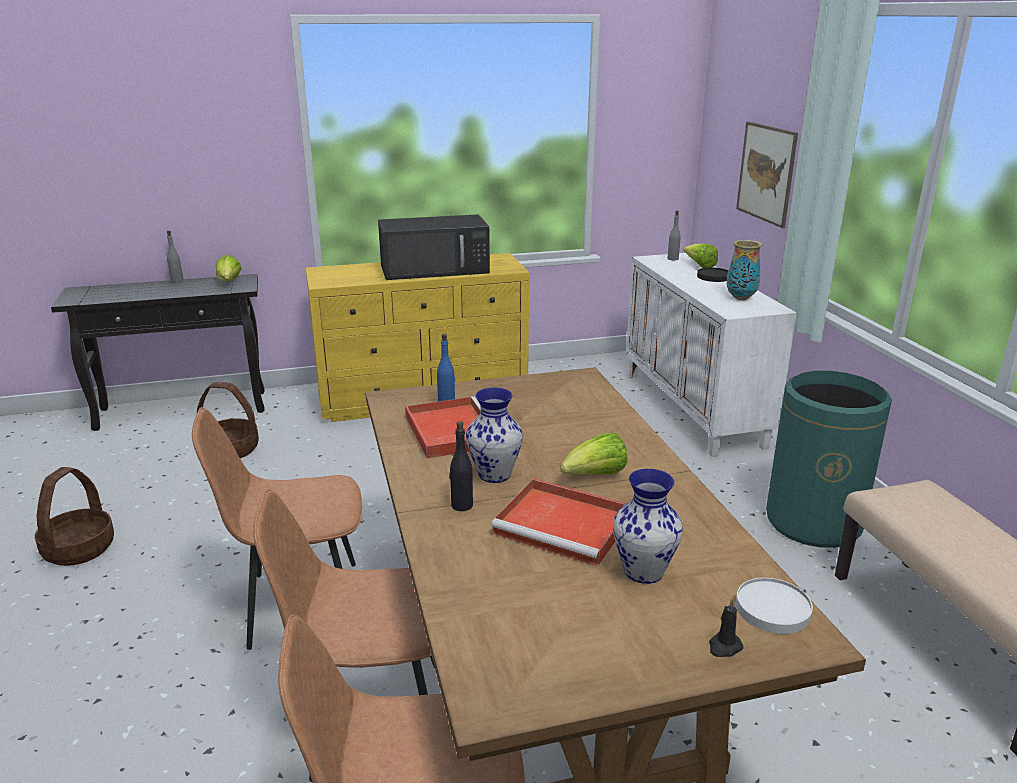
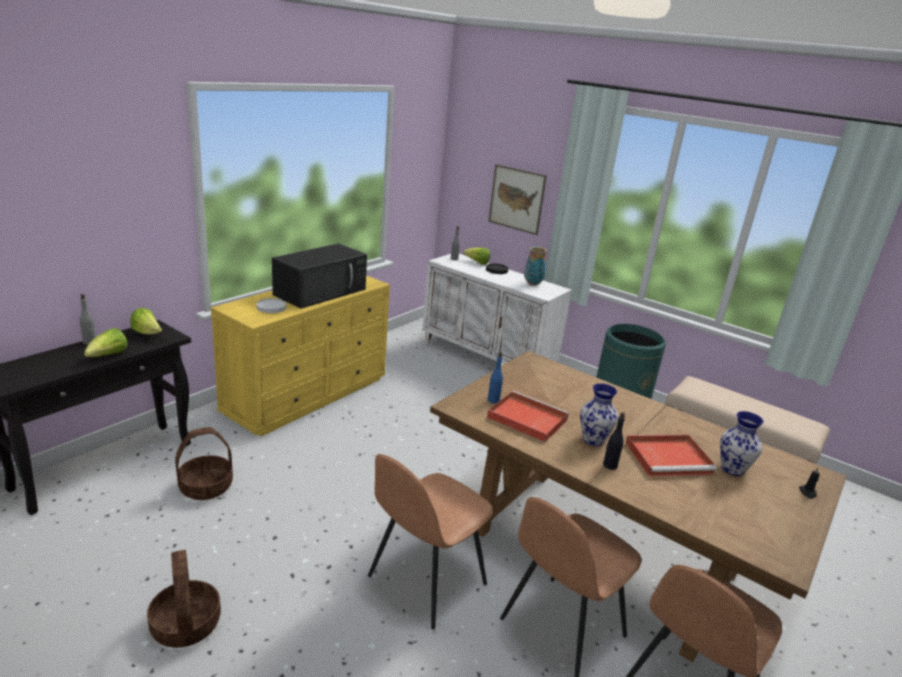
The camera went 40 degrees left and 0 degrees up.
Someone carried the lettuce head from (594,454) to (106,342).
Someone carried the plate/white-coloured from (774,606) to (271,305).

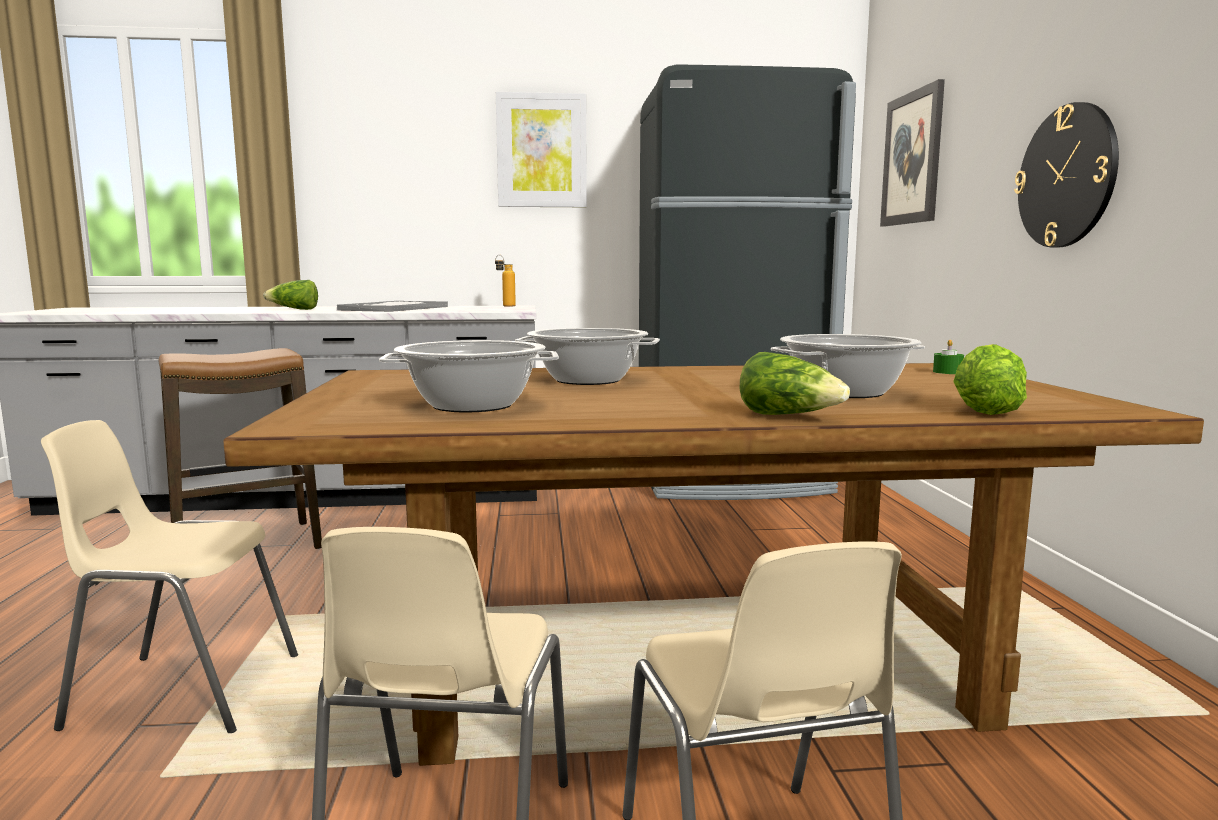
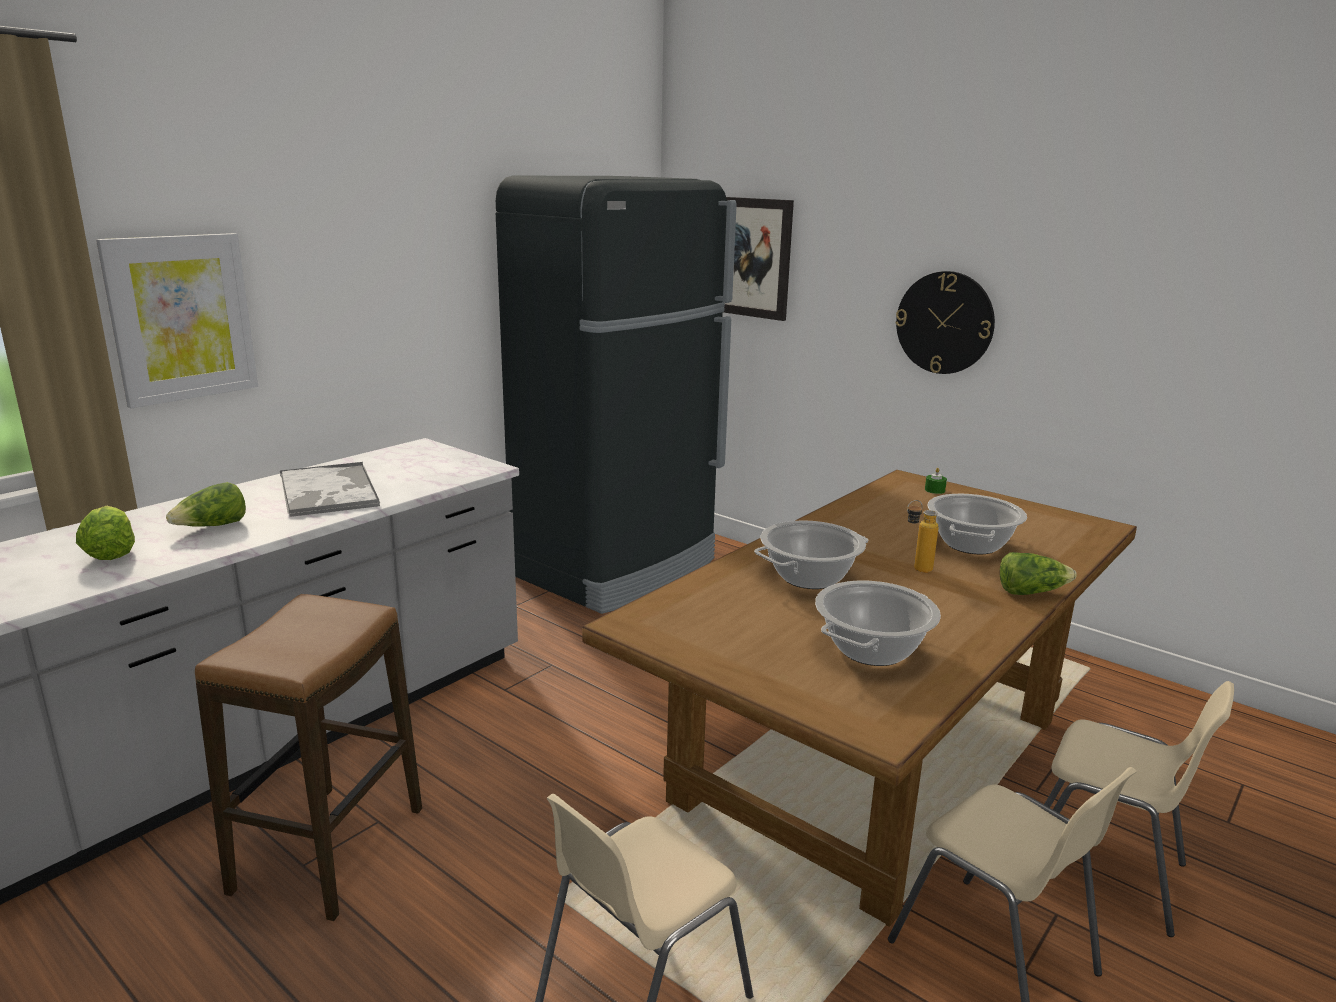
The camera went 45 degrees left and 10 degrees up.
Someone carried the drink bottle from (505,281) to (923,536).
Someone carried the wall art from (541,149) to (177,320).
Someone carried the lettuce head from (990,379) to (105,533).

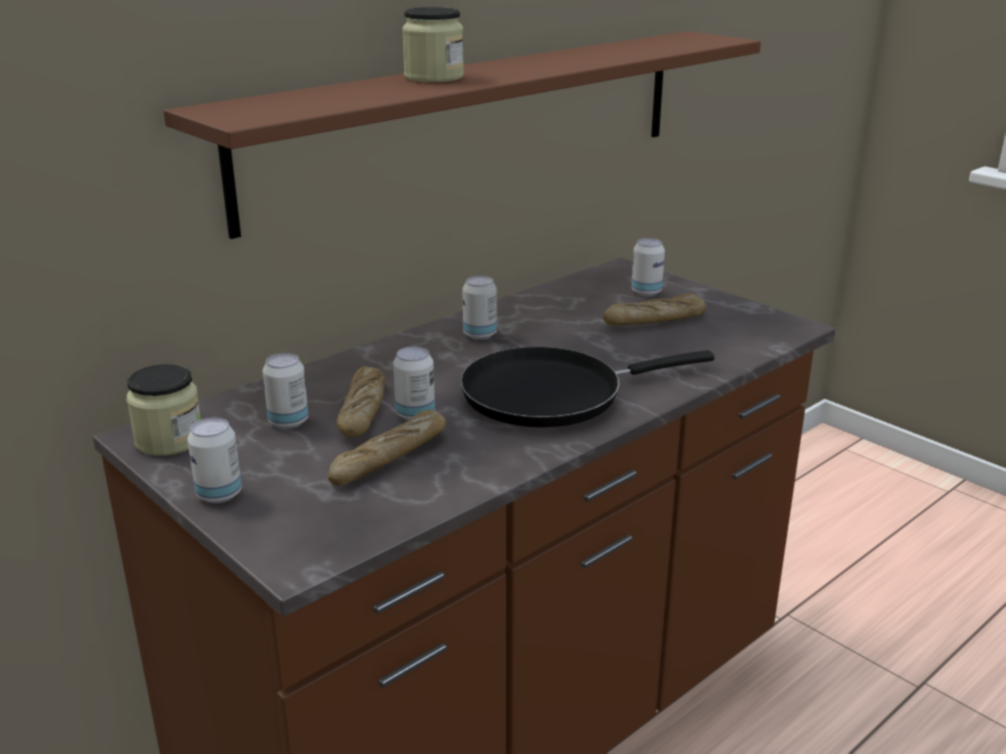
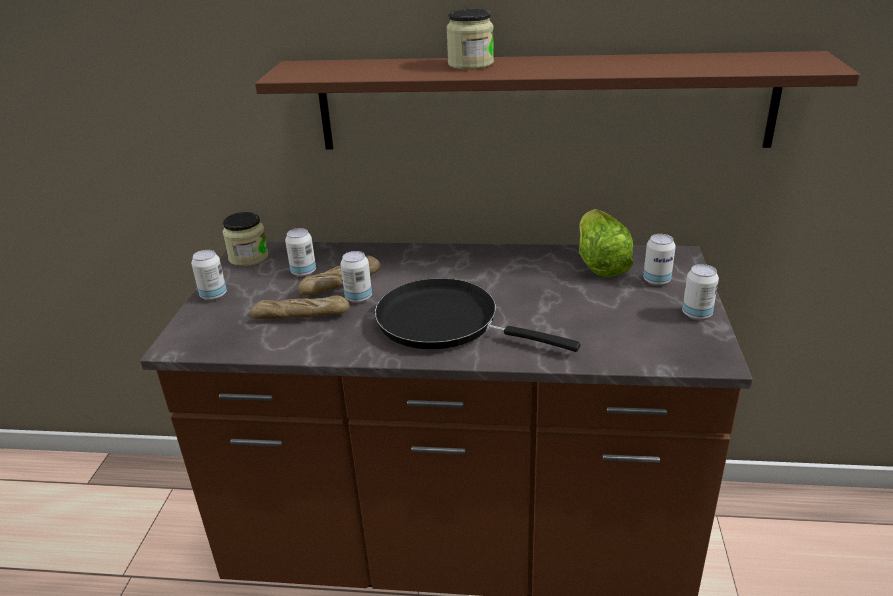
The camera went 50 degrees right and 5 degrees up.
Someone took away the bread at (655,309).
Someone put down the lettuce head at (606,243).
Someone carried the can from (479,308) to (700,292).

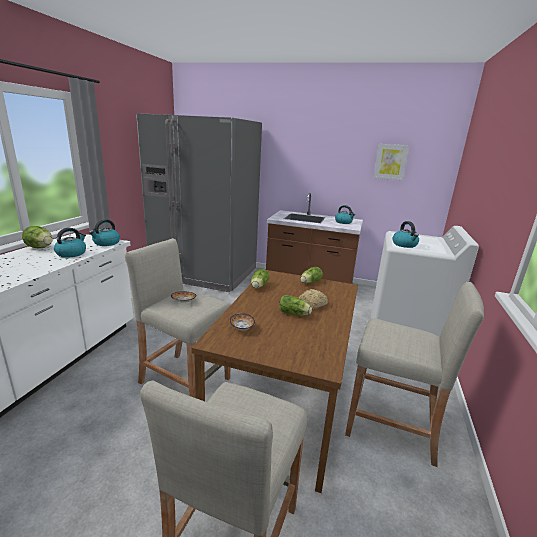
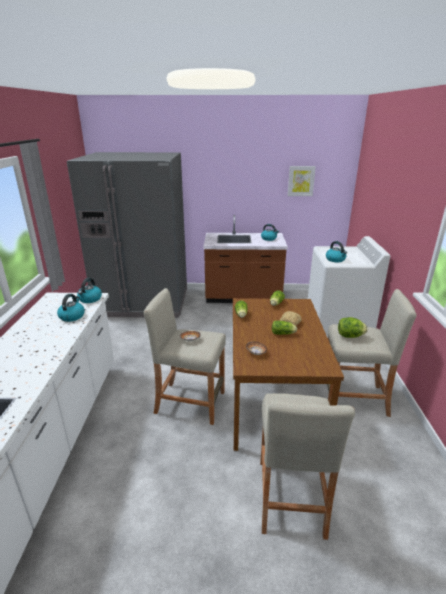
The camera went 15 degrees left and 5 degrees up.
Someone carried the lettuce head from (37,237) to (353,327).

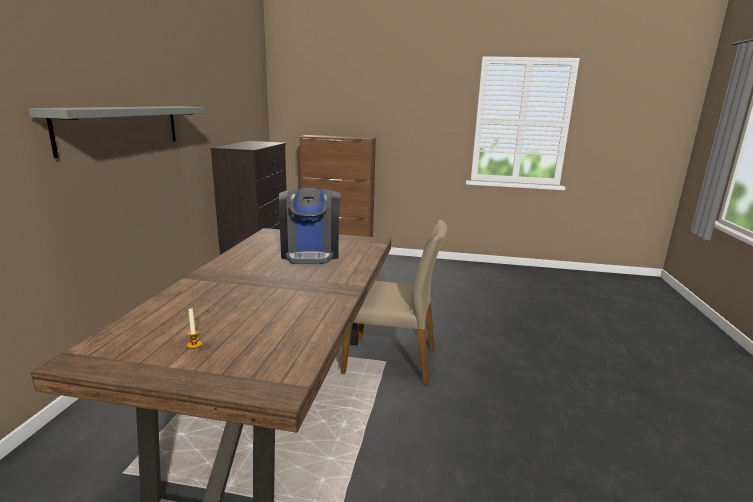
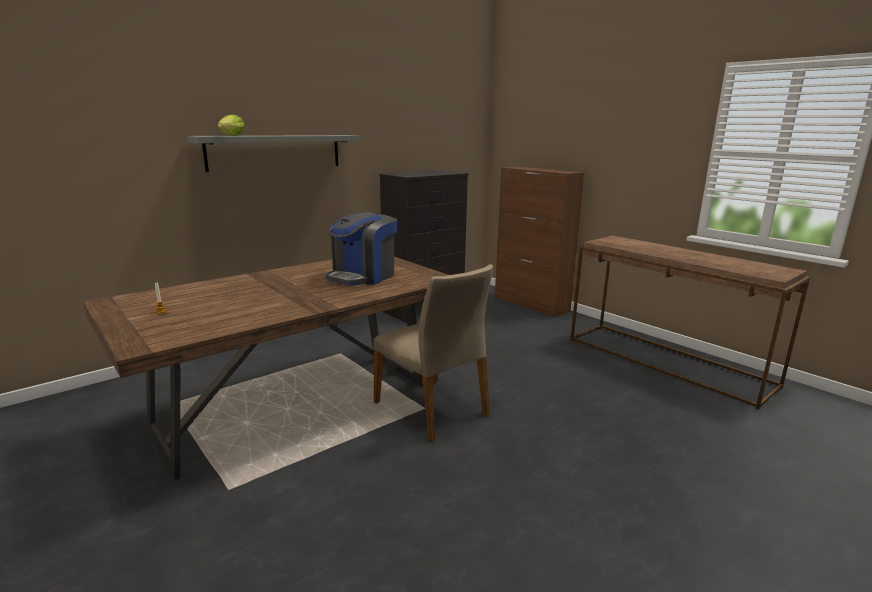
The camera went 40 degrees right and 0 degrees up.
Someone put down the lettuce head at (231,125).
Someone put down the narrow table/brown at (690,323).

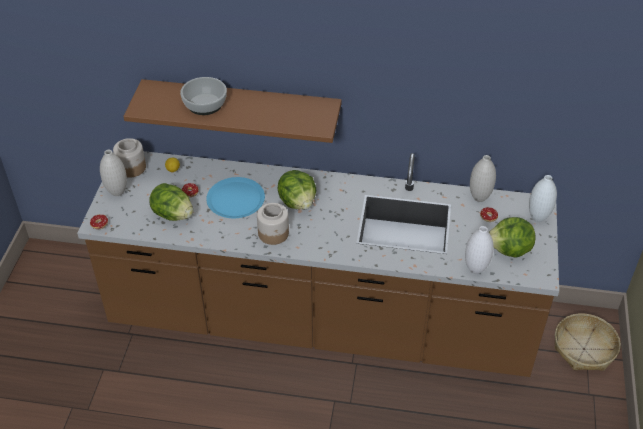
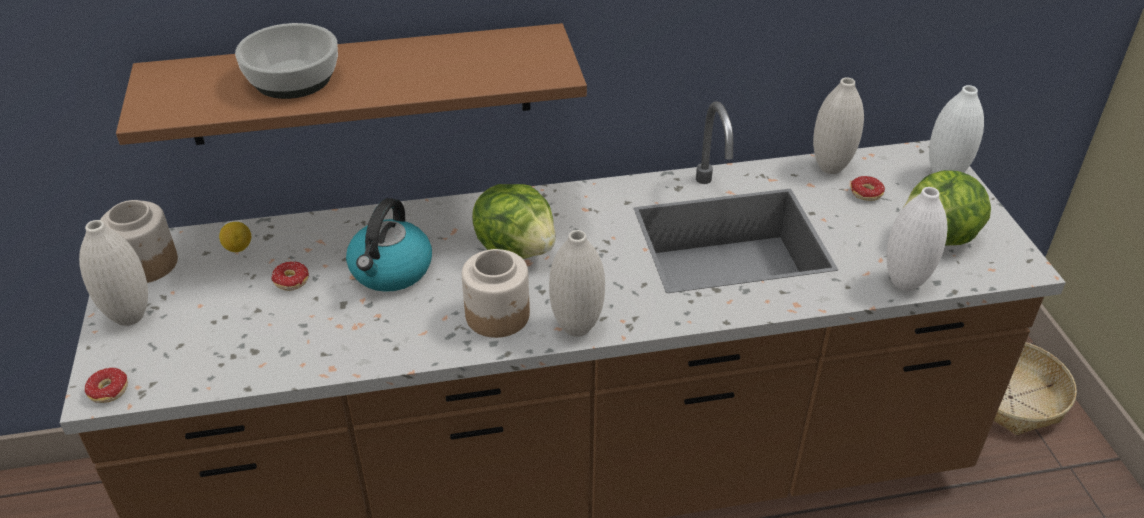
The camera went 20 degrees left and 5 degrees down.
Someone took away the lettuce head at (171,202).
Someone put down the decorative vase/white-coloured at (577,283).
Someone swapped the plate/blue-coloured at (235,197) for the water kettle at (389,245).

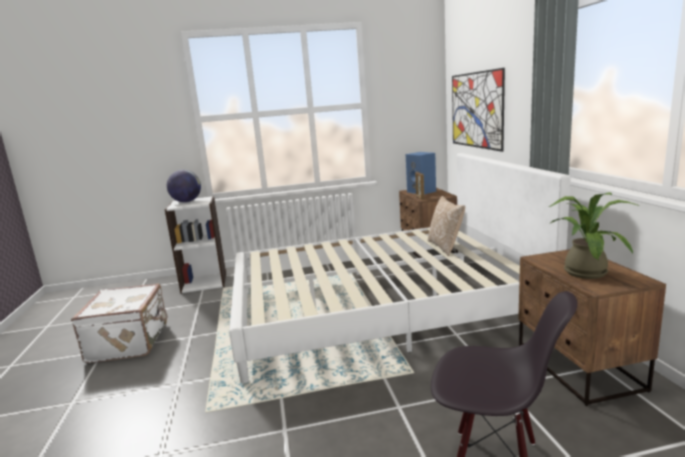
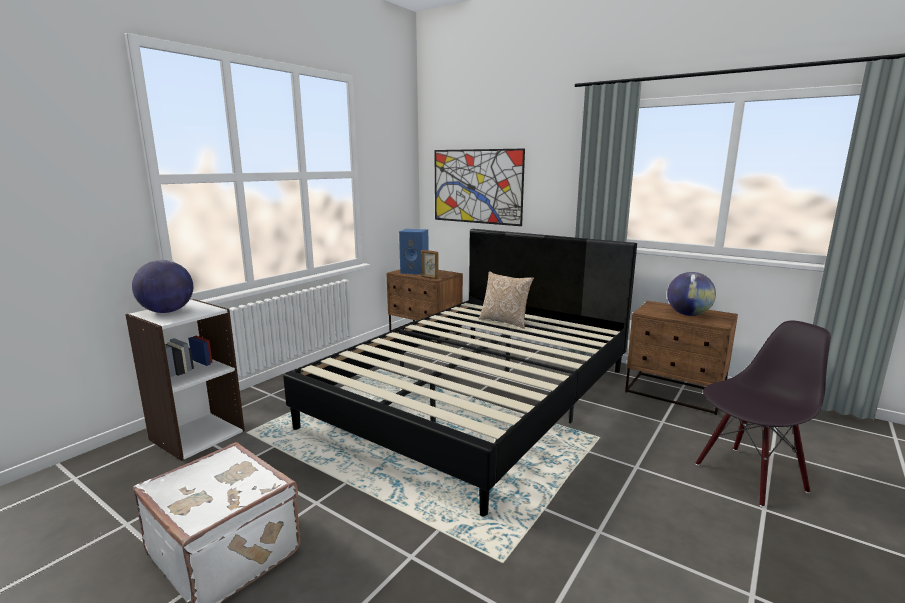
The camera went 45 degrees left and 0 degrees up.
Someone swapped the plant in a pot at (594,236) for the desk globe at (691,294).
Someone repainted the bed/white-coloured at (400,268), which became the bed/black-coloured at (460,372).

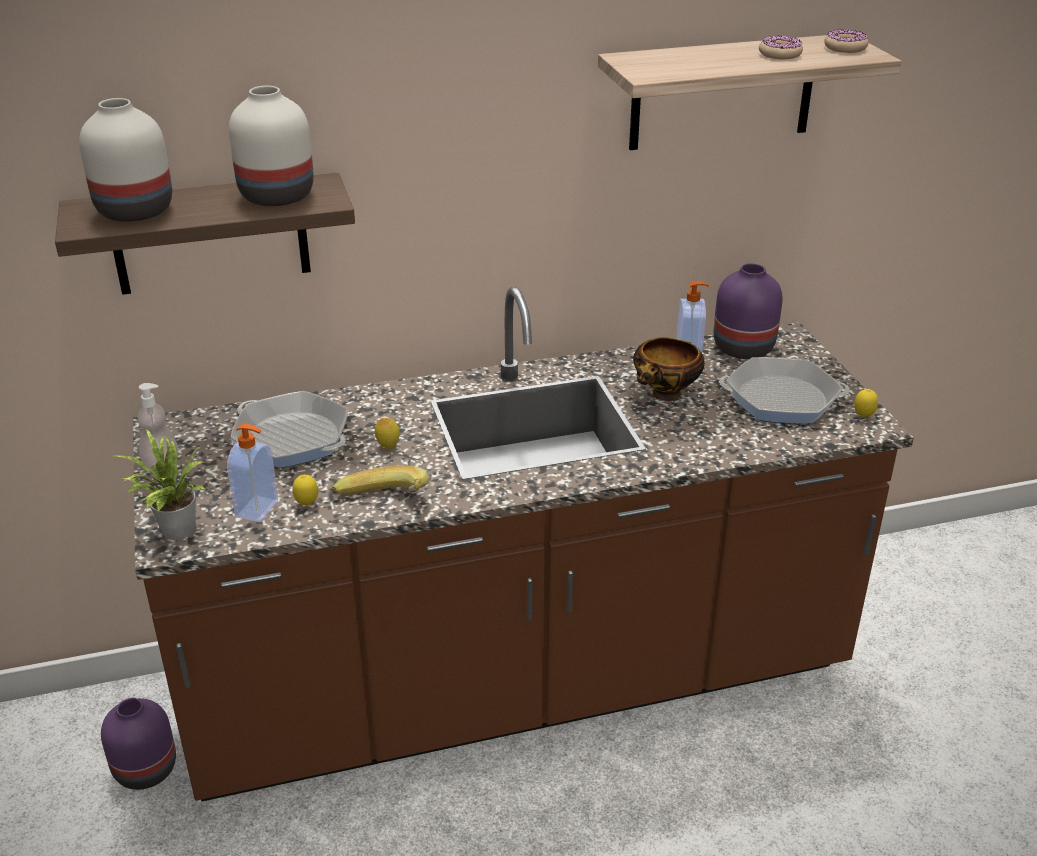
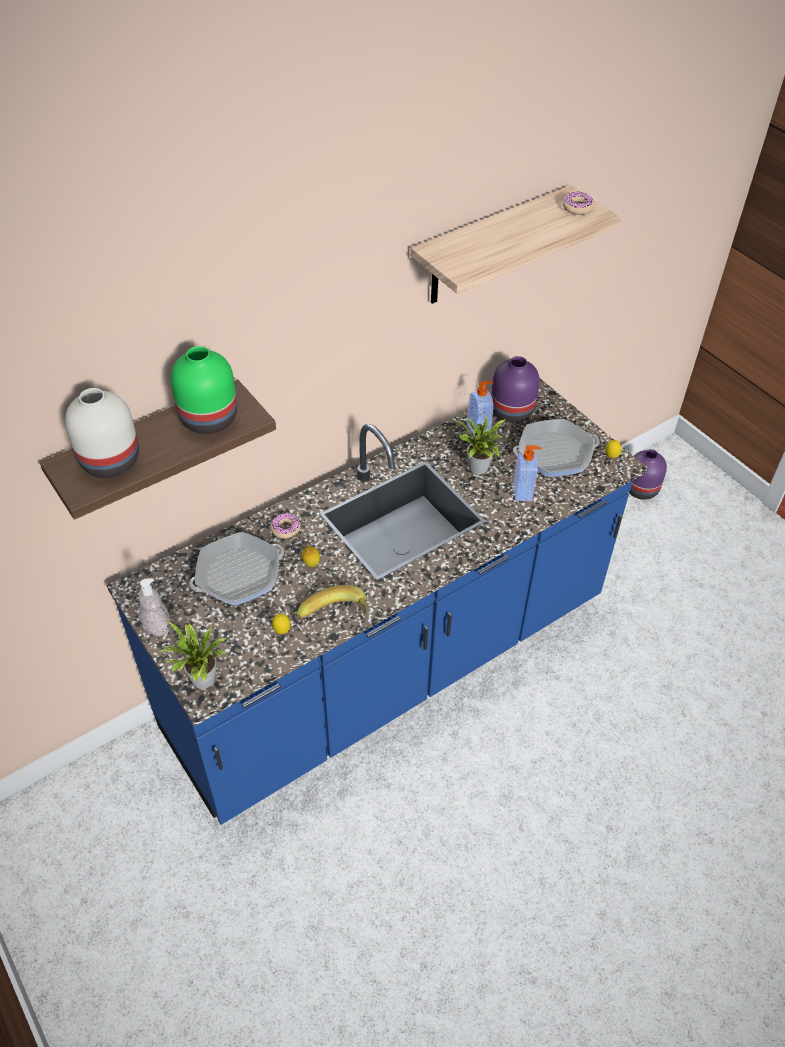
The camera went 20 degrees left and 15 degrees up.
Someone carried the decorative vase/purple from (138,744) to (647,474).
Someone carried the soap dispenser from (252,472) to (527,473).
Someone carried the ring doughnut from (781,48) to (285,526).
Someone swapped the deep dish at (669,369) for the plant in a pot at (478,444).
Someone repainted the kitchen counter/brown at (523,544), which became the kitchen counter/blue-coloured at (377,601).
Someone repainted the decorative vase/white-coloured at (271,146), which became the decorative vase/greenish at (204,390).
Someone rotated the pan at (289,429) by 135 degrees clockwise.

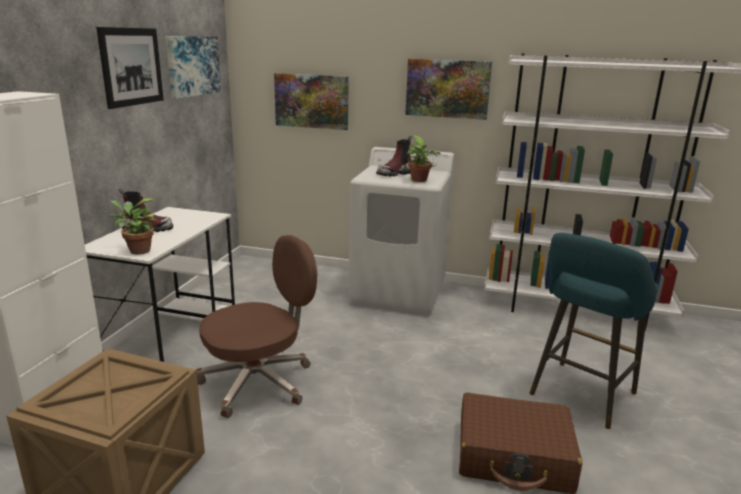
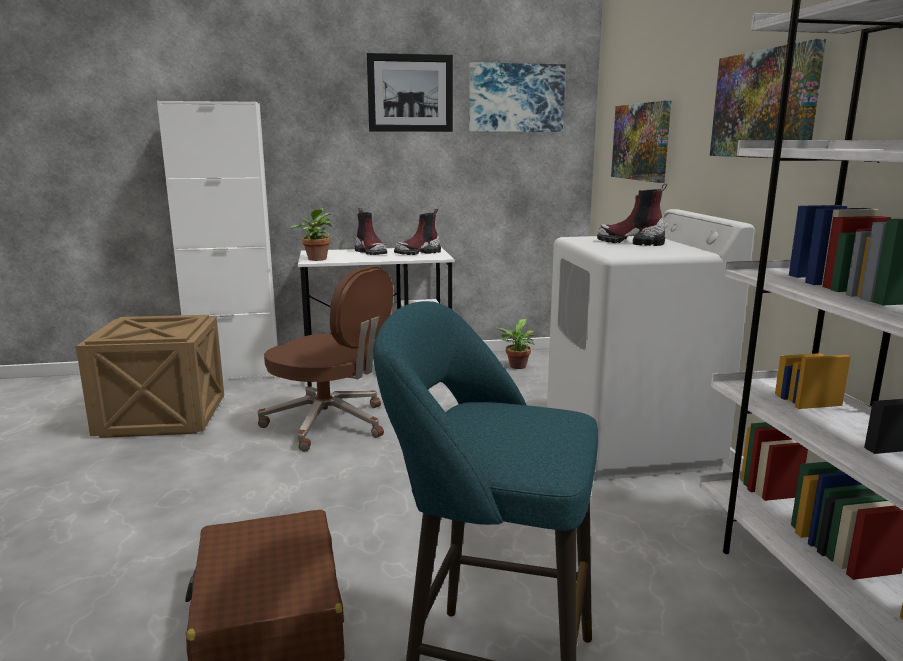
The camera went 65 degrees right and 5 degrees down.
Someone put down the boot at (417,232).
Someone carried the plant in a pot from (423,158) to (515,344).

